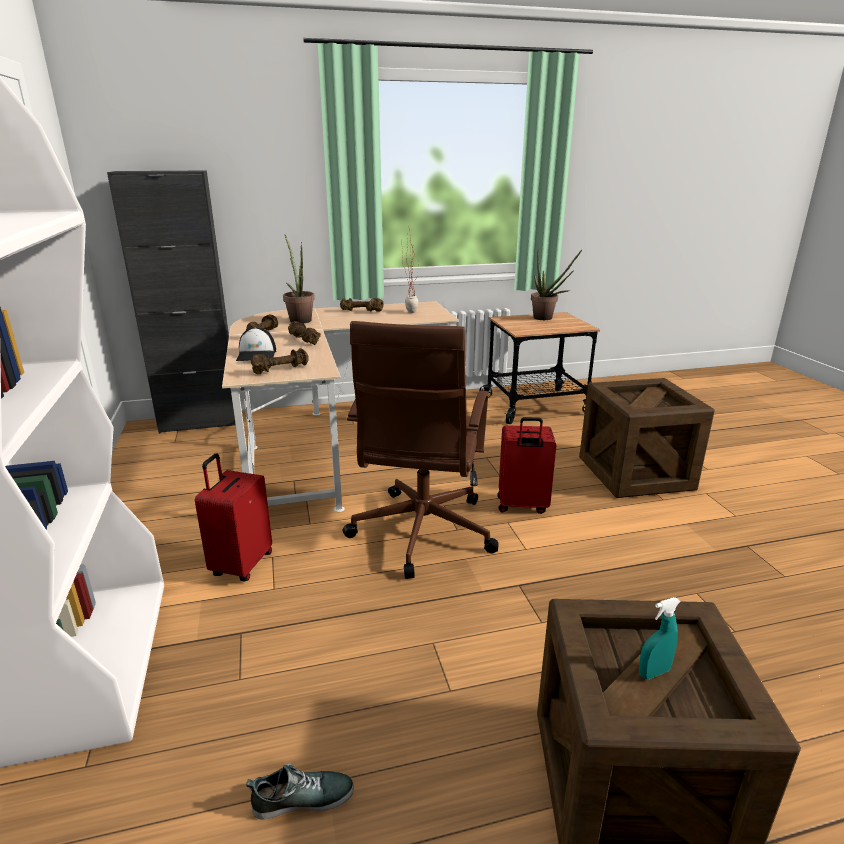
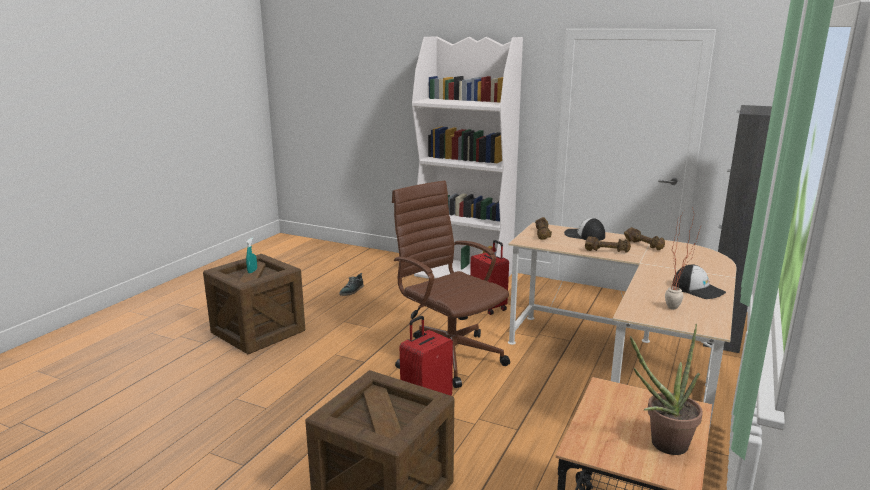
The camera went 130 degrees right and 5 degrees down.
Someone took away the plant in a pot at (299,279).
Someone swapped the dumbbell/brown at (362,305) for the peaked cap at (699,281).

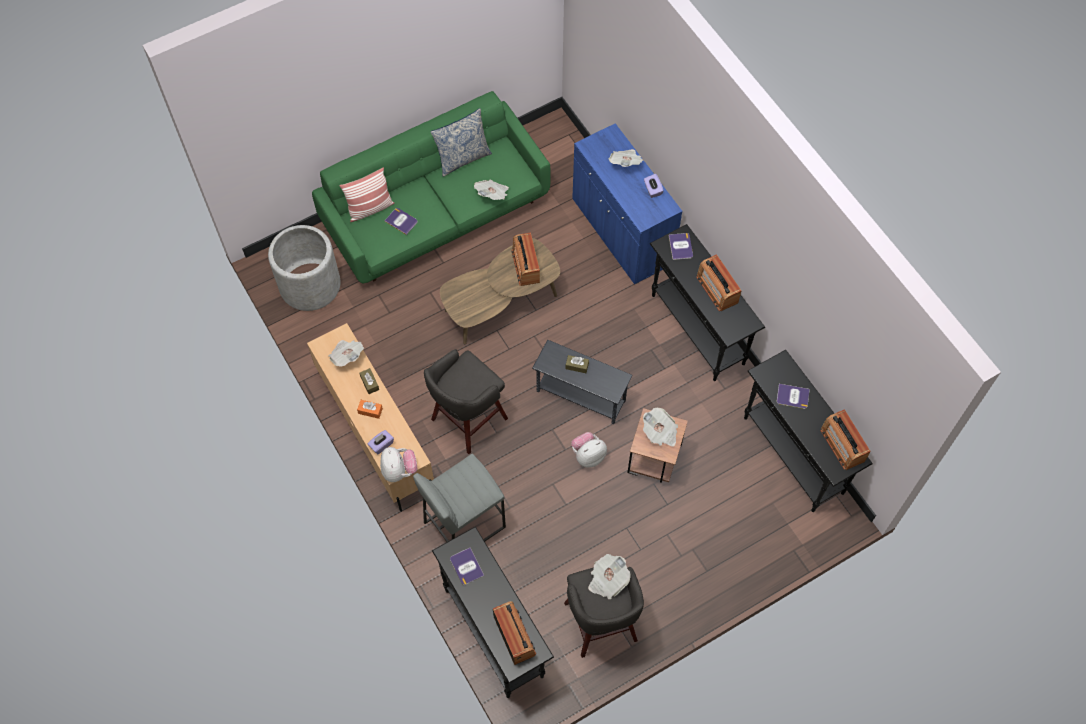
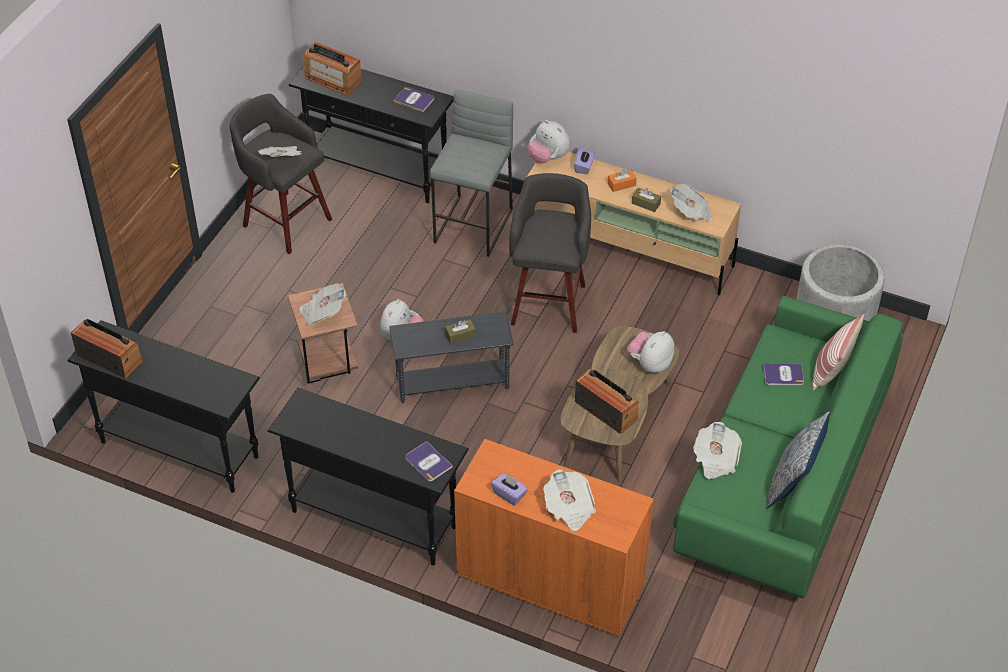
The camera went 145 degrees right and 15 degrees down.
Someone took away the radio receiver at (719,282).
Someone took away the book at (793,396).
Someone put down the soft toy at (650,352).
Someone repainted the storage cabinet/blue-coloured at (627,203), which became the storage cabinet/orange-coloured at (554,538).

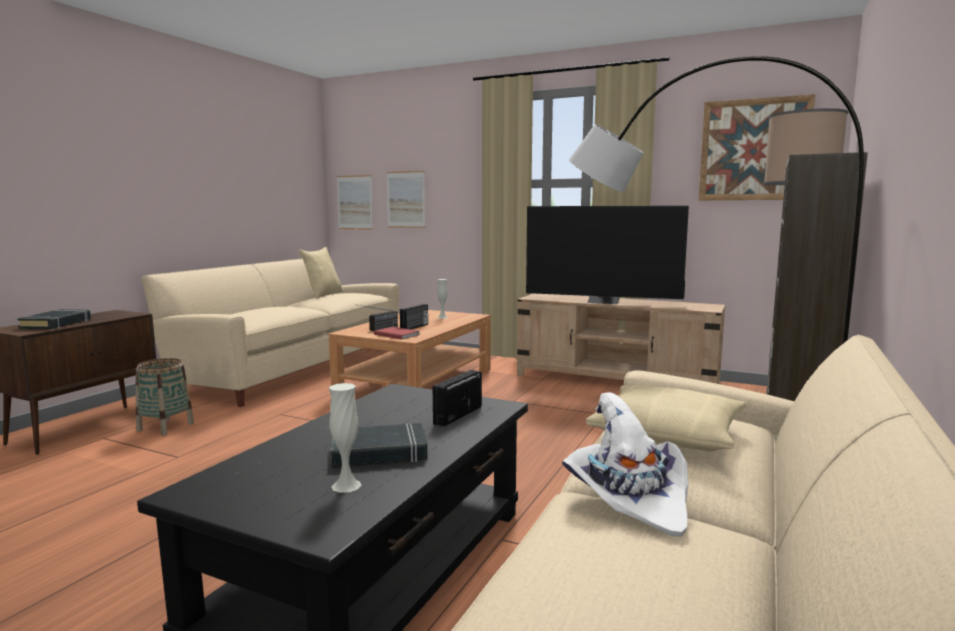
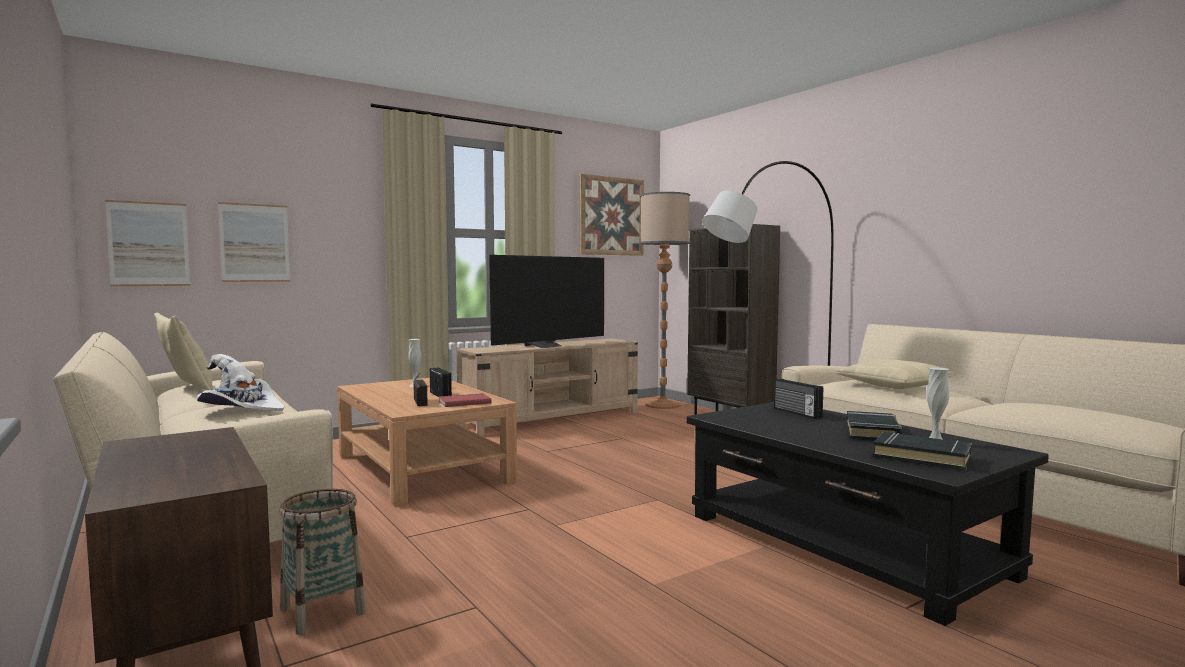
The camera went 60 degrees left and 5 degrees down.
Someone carried the book/black-coloured from (54,319) to (922,451).
Someone carried the wearable hat/white-coloured from (625,464) to (240,382).

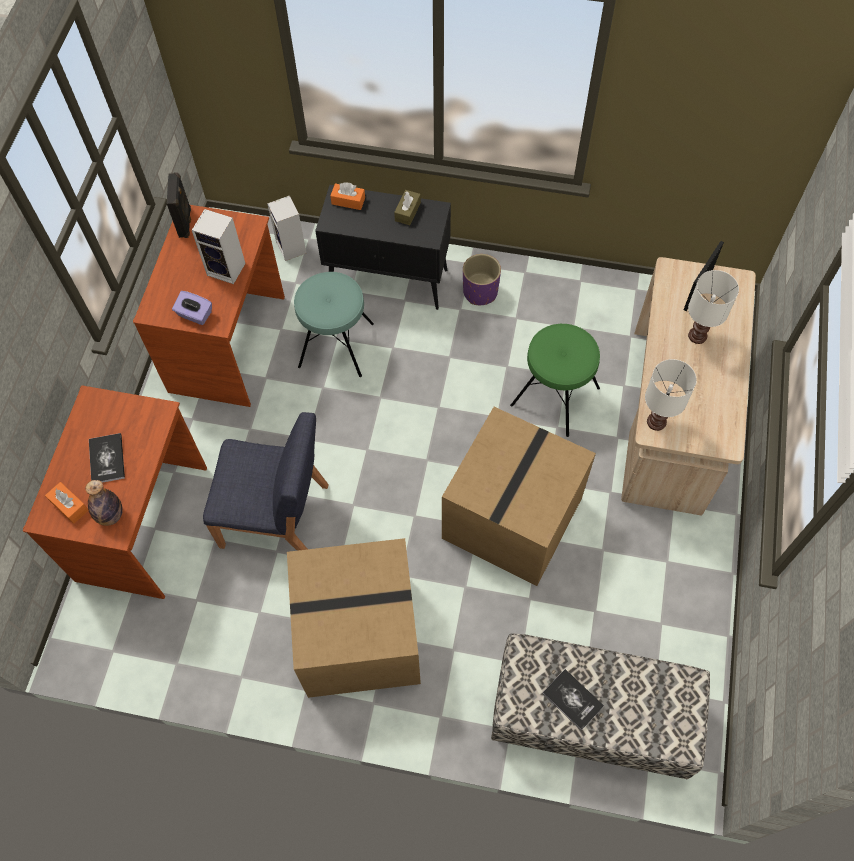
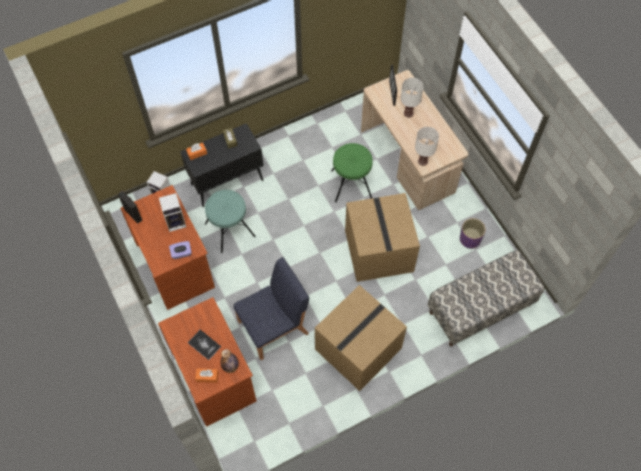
The camera went 40 degrees left and 0 degrees up.
Someone took away the book at (573,700).
Someone carried the plant pot/purple from (482,279) to (473,233).

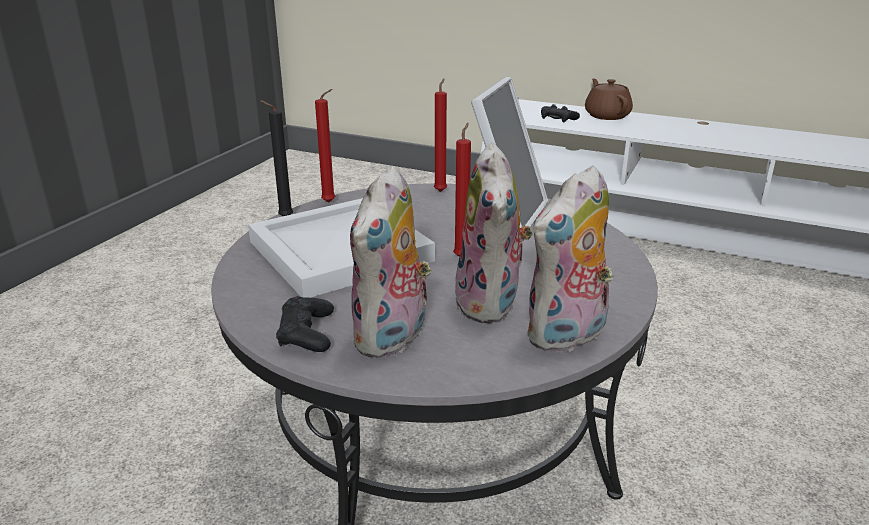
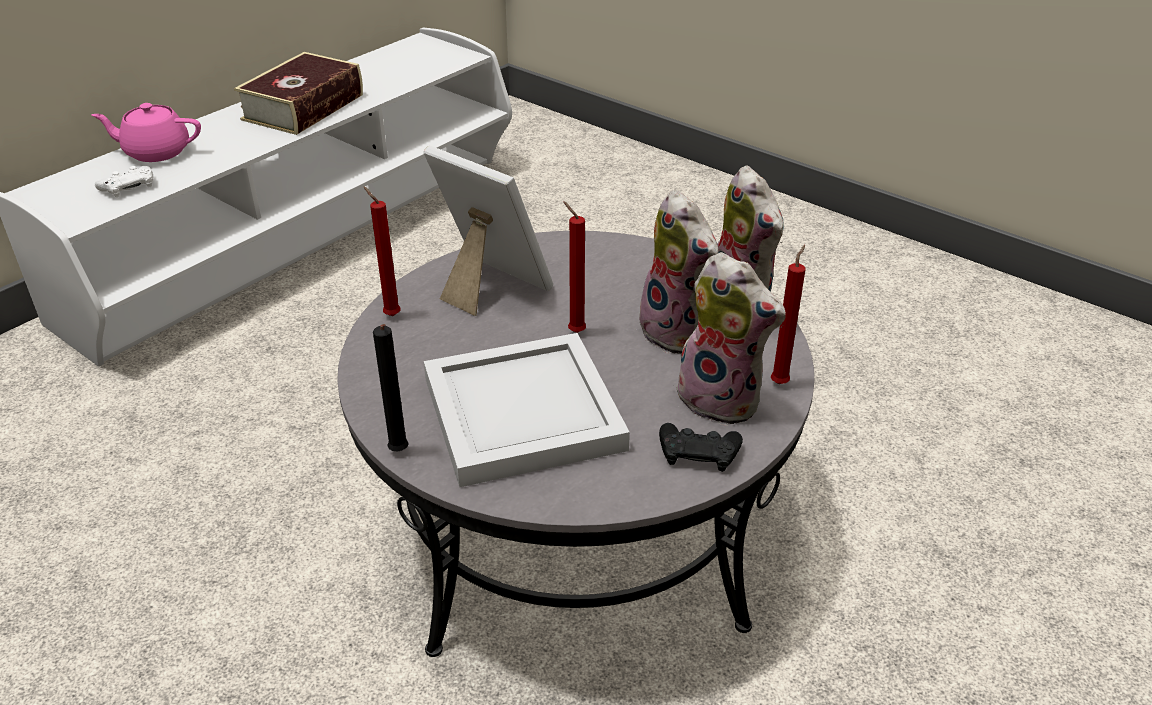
The camera went 75 degrees left and 10 degrees up.
Someone put down the book at (298,93).
Someone carried the candle/reddish from (325,146) to (788,314).
Someone repainted the joypad/black-coloured at (560,113), which became the joypad/white-coloured at (124,182).
Someone repainted the tea pot/brown at (609,99), which became the tea pot/pink-coloured at (146,132).
Someone rotated the soft toy at (493,233) by 45 degrees clockwise.

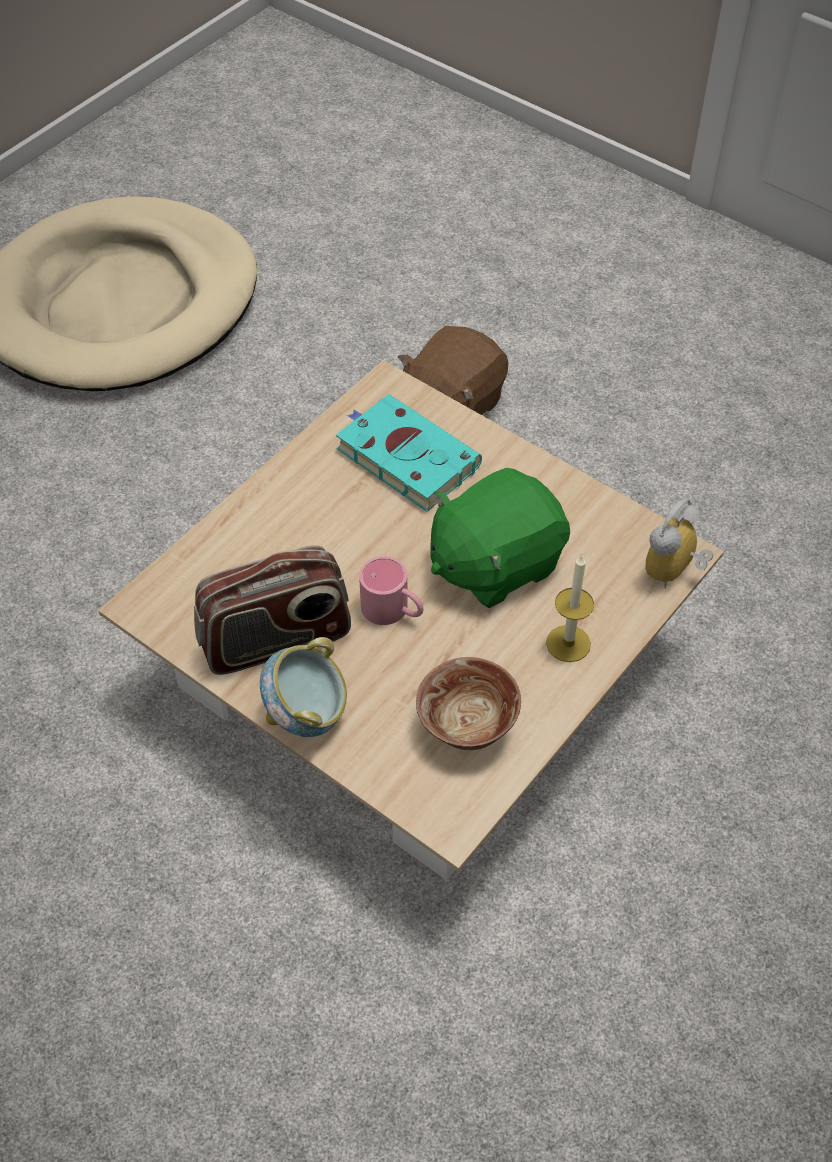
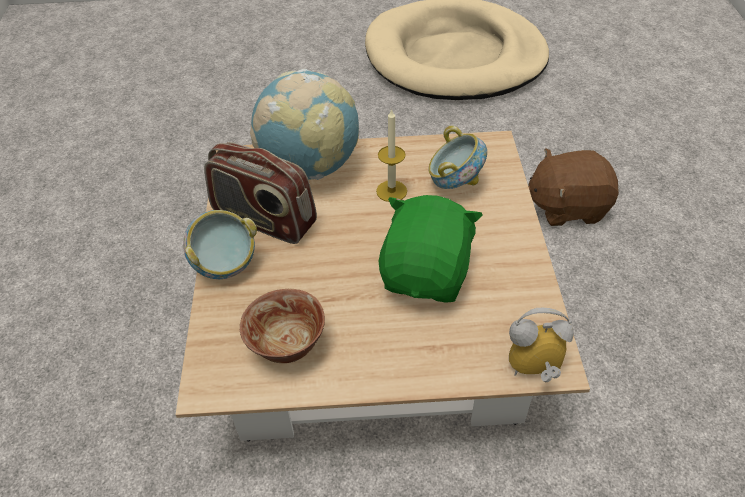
The camera went 50 degrees right and 5 degrees down.
Someone took away the coffee mug/pink-coloured at (391,590).
Someone put down the desk globe at (304,124).
Someone carried the candle from (570,608) to (391,155).
Someone swapped the book/turquoise-coloured at (409,453) for the deep dish at (457,157).
Someone rotated the soft toy/greenish at (500,538) by 90 degrees clockwise.

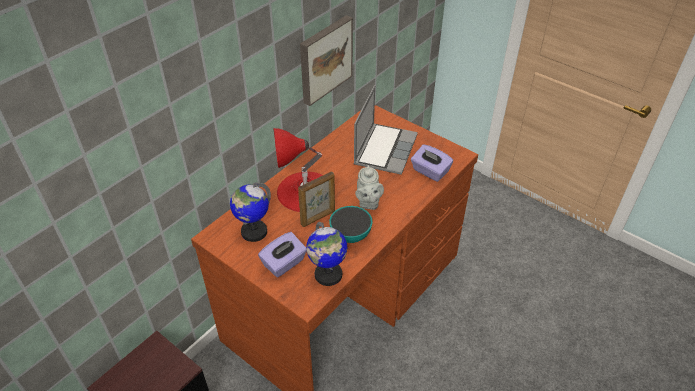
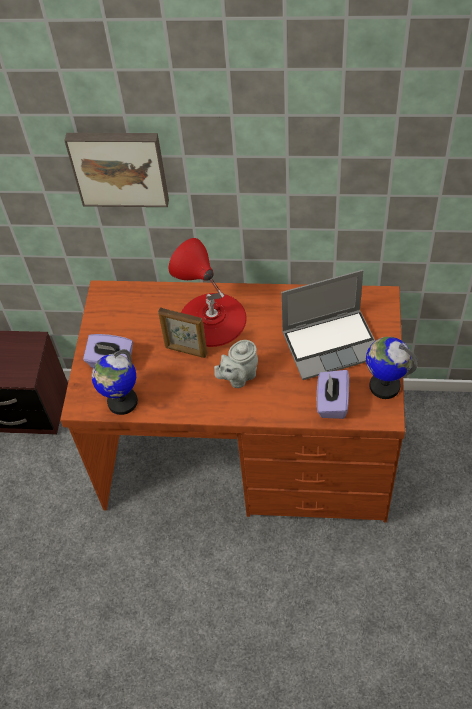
The camera went 60 degrees right and 10 degrees up.
Someone took away the deep dish at (351,224).
Someone carried the desk globe from (250,212) to (392,368).
Someone carried the wall art from (326,60) to (116,170).

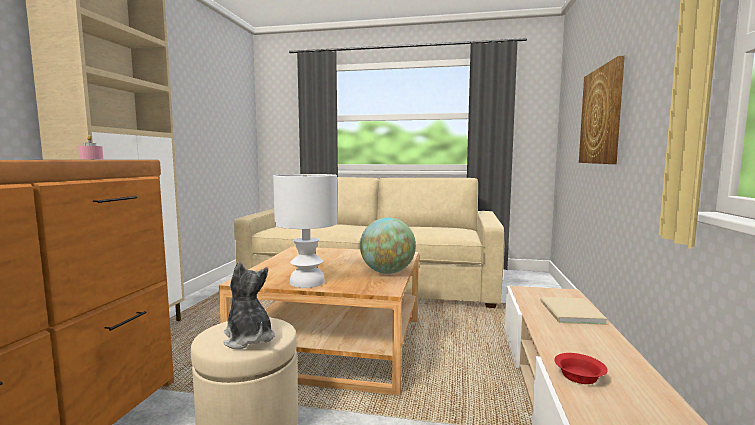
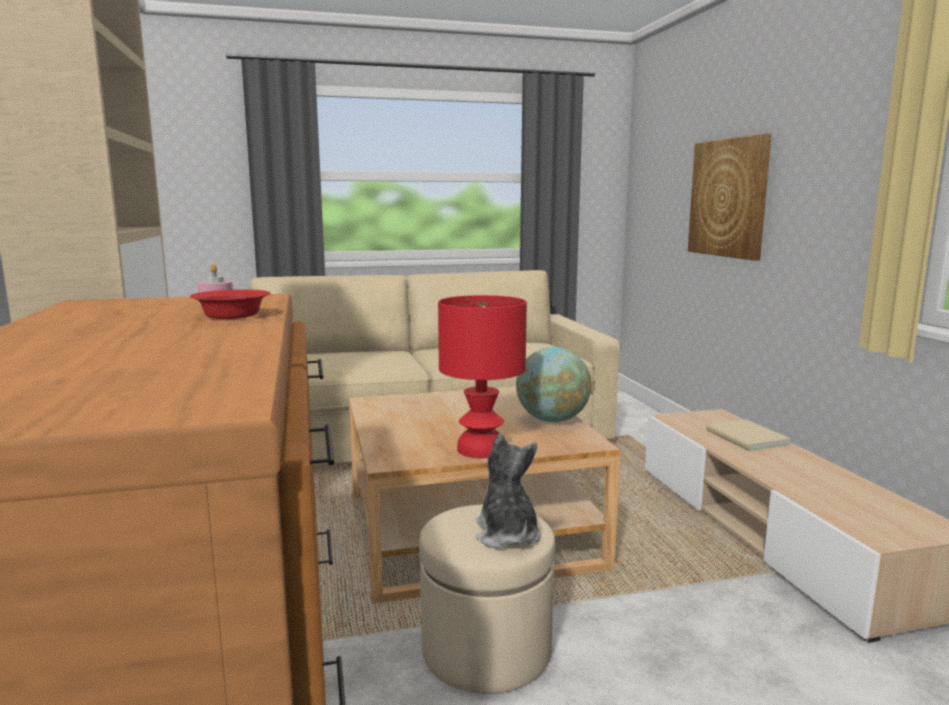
The camera went 25 degrees left and 5 degrees up.
Someone carried the deep dish/reddish from (581,368) to (230,304).
Someone repainted the tabletop lamp/white-coloured at (305,231), which became the tabletop lamp/reddish at (482,376).
Someone rotated the soft toy at (249,305) by 45 degrees clockwise.

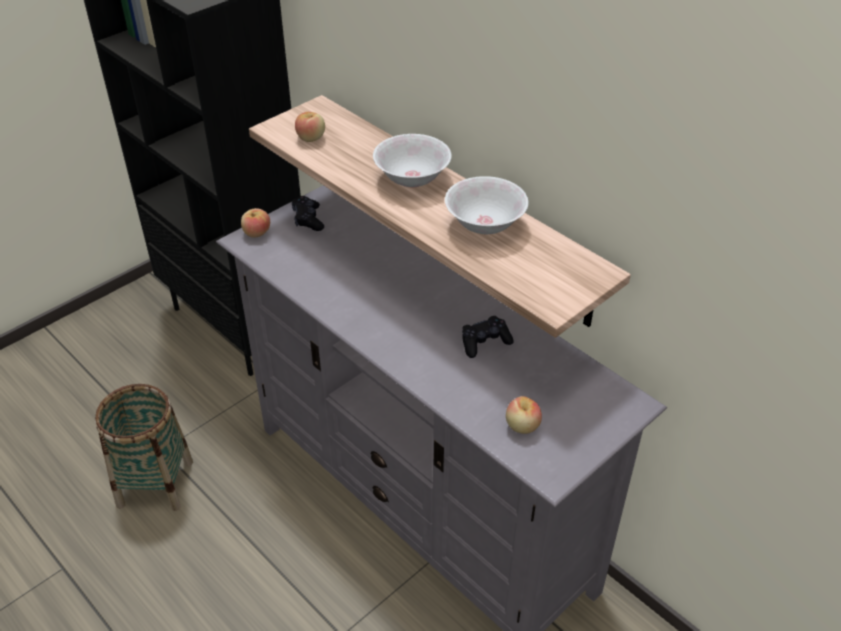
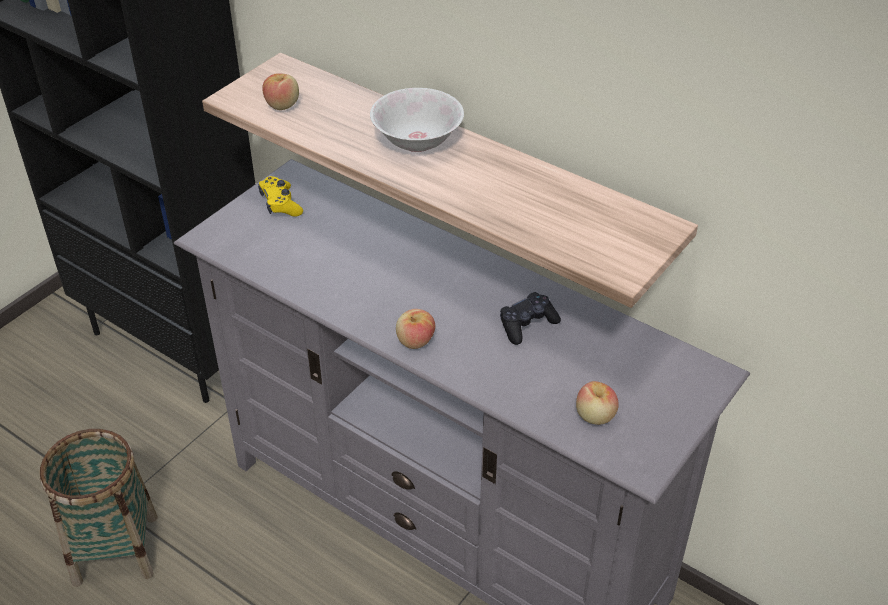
The camera went 10 degrees left and 0 degrees up.
Someone took away the deep dish/white-coloured at (487,205).
Someone carried the apple fruit from (255,223) to (415,329).
Someone repainted the joypad/black-coloured at (308,213), which became the joypad/yellowish at (280,196).

